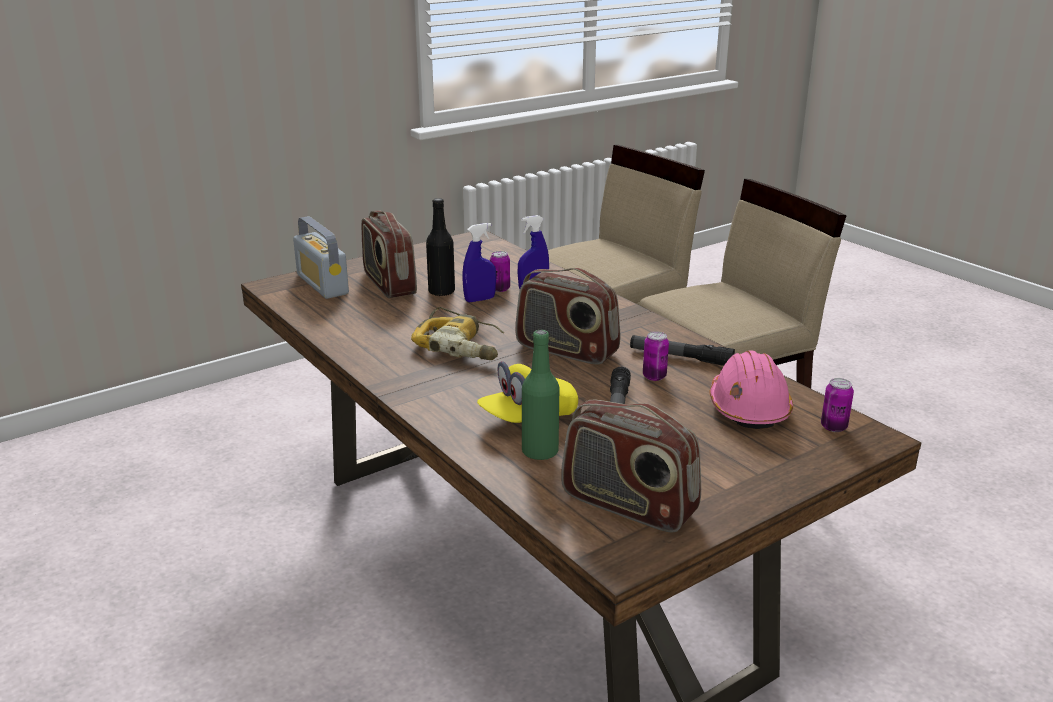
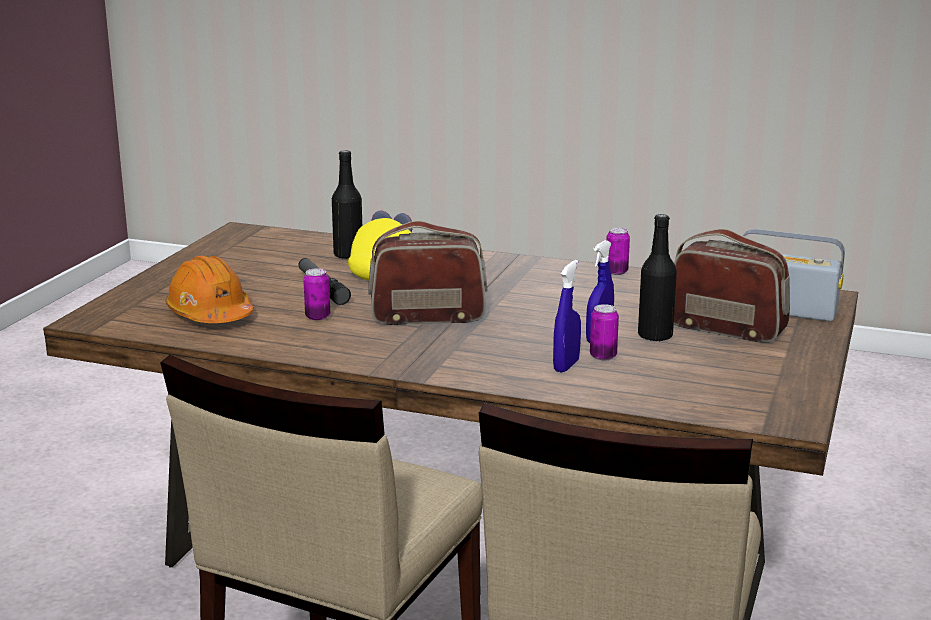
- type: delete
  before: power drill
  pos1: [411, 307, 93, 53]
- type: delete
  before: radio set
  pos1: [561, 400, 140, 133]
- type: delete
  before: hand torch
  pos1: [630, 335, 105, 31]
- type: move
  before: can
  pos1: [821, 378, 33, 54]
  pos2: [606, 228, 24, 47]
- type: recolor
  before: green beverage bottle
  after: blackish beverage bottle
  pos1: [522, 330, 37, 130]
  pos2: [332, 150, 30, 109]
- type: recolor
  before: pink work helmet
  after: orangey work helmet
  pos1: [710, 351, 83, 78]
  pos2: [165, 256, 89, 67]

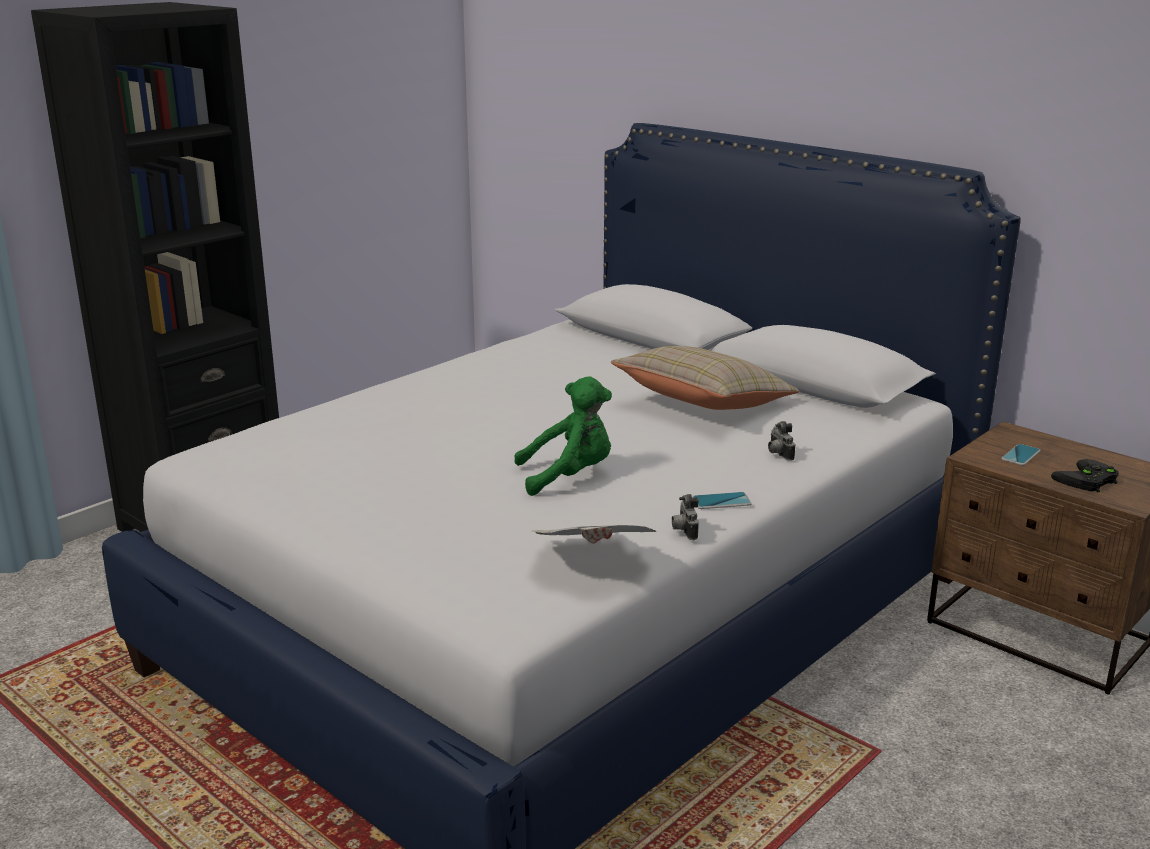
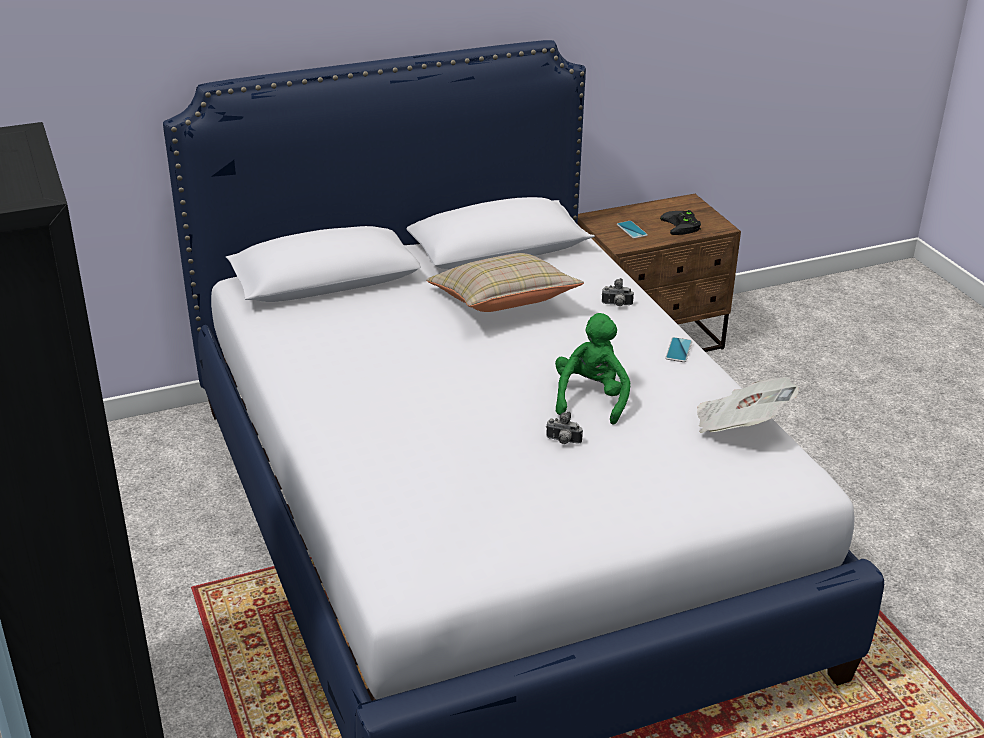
- type: move
  before: still camera
  pos1: [672, 494, 27, 46]
  pos2: [546, 412, 37, 32]

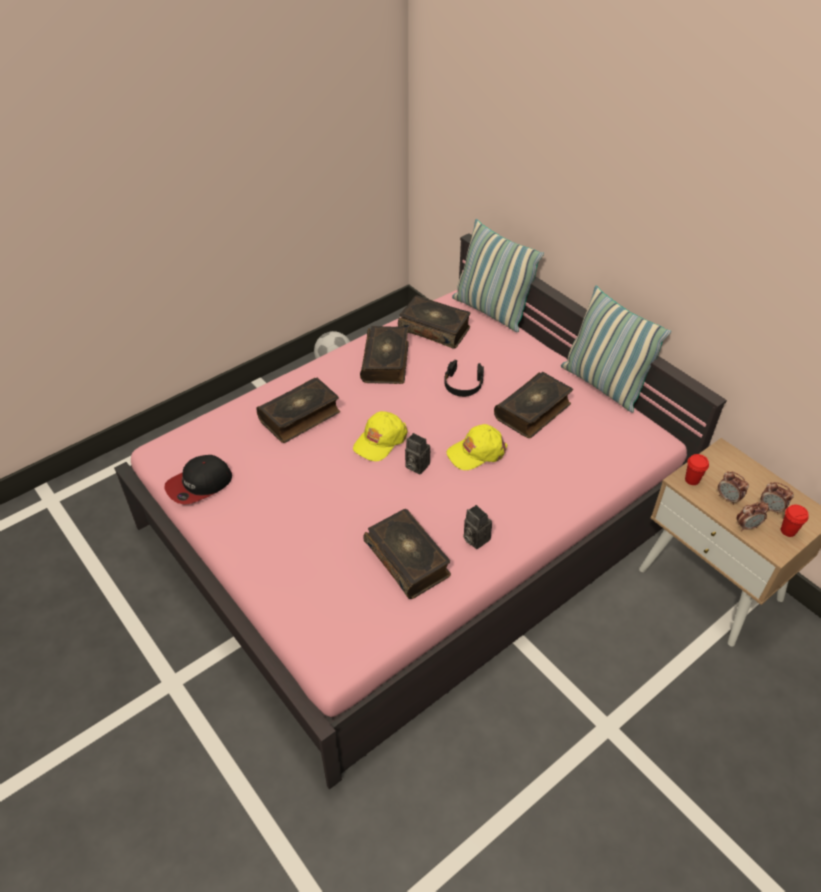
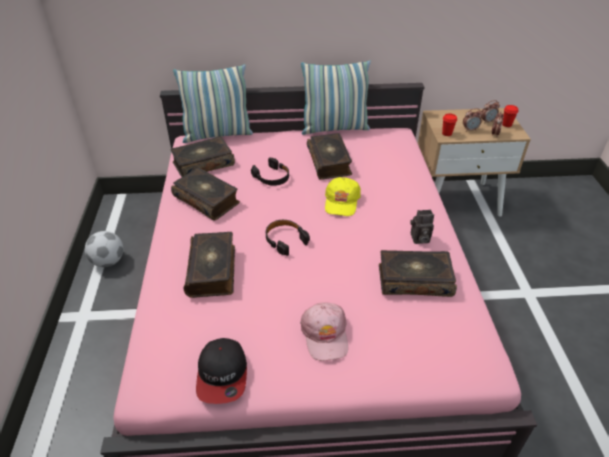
- type: delete
  before: still camera
  pos1: [405, 433, 25, 41]
- type: insert
  after: pink baseball cap
  pos2: [300, 302, 48, 59]
- type: replace
  before: yellow baseball cap
  after: blackish pair of headphones
  pos1: [353, 411, 55, 50]
  pos2: [266, 220, 44, 36]

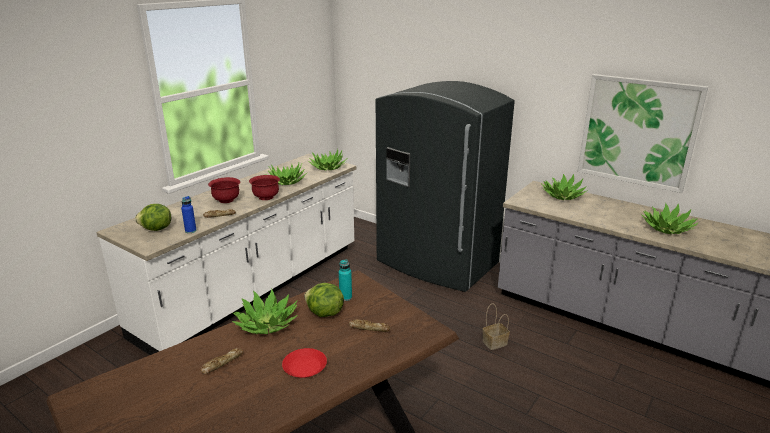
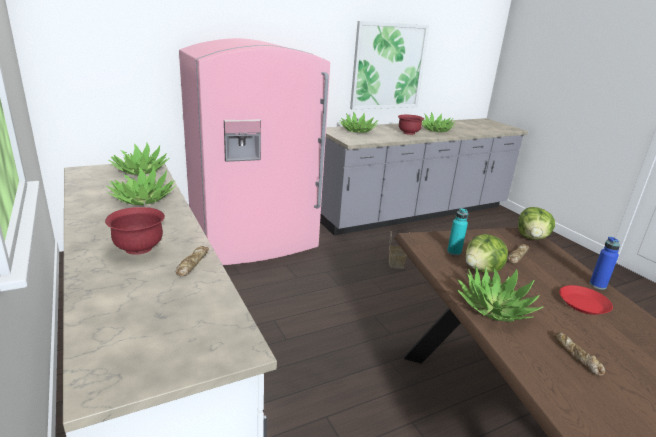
- type: move
  before: head of lettuce
  pos1: [135, 204, 36, 27]
  pos2: [518, 207, 37, 33]
- type: move
  before: bluish beverage bottle
  pos1: [181, 196, 15, 37]
  pos2: [590, 237, 30, 53]
- type: move
  before: red-coloured deep dish
  pos1: [249, 175, 31, 25]
  pos2: [398, 115, 26, 20]
- type: recolor
  before: greyish fridge
  after: pink fridge
  pos1: [376, 81, 139, 211]
  pos2: [179, 38, 151, 227]

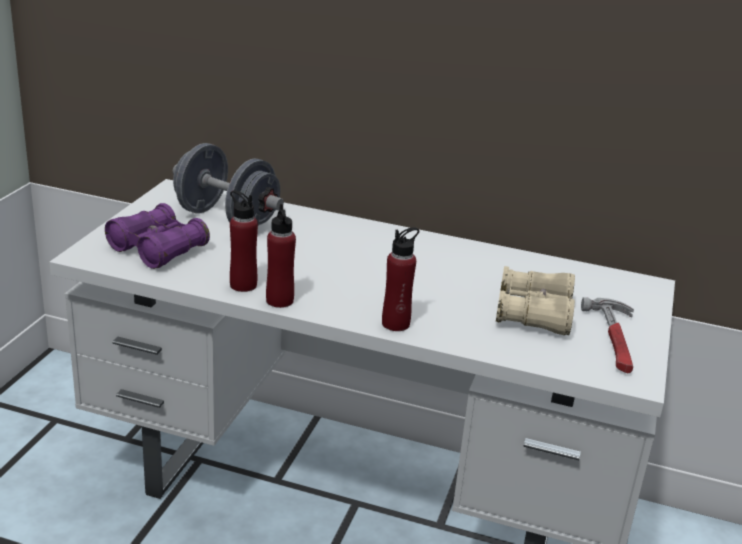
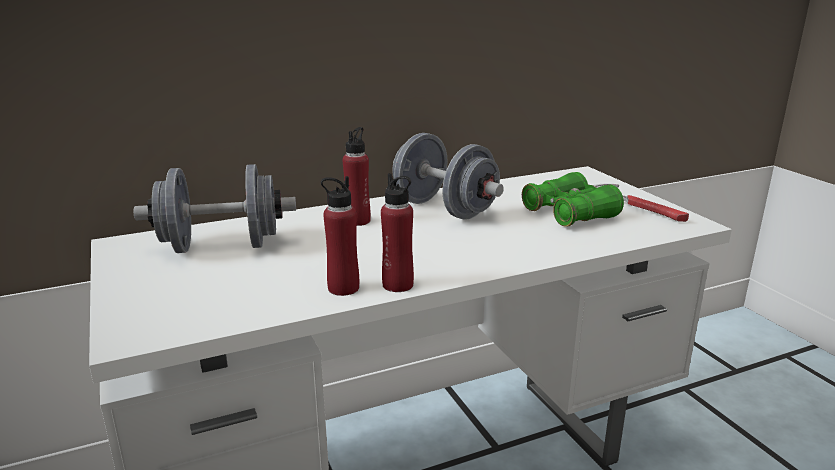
- type: delete
  before: purplish field glasses
  pos1: [105, 203, 105, 66]
- type: insert
  after: greyish hand weight
  pos2: [392, 133, 112, 87]
- type: move
  before: red-coloured beverage bottle
  pos1: [382, 227, 37, 104]
  pos2: [343, 127, 28, 99]
- type: recolor
  before: beige-coloured field glasses
  after: green field glasses
  pos1: [496, 266, 79, 70]
  pos2: [522, 172, 102, 55]

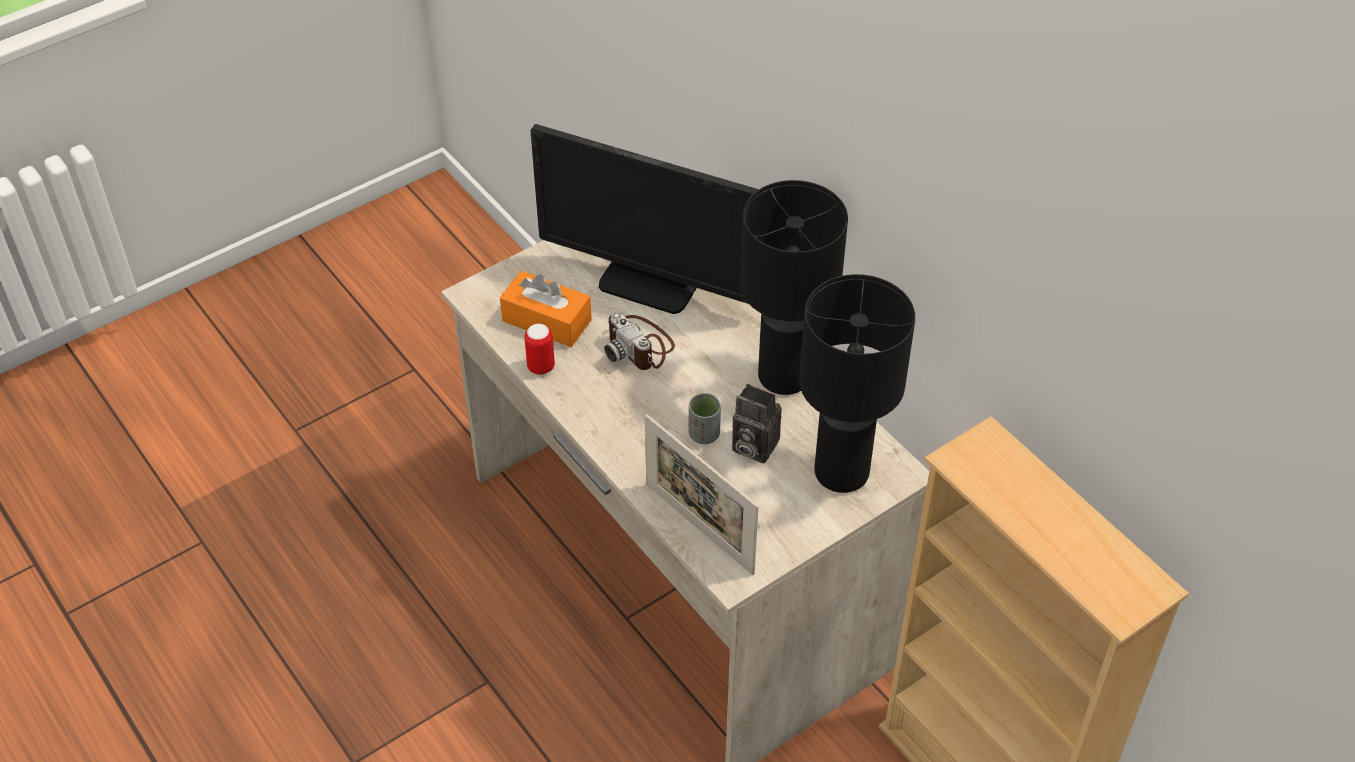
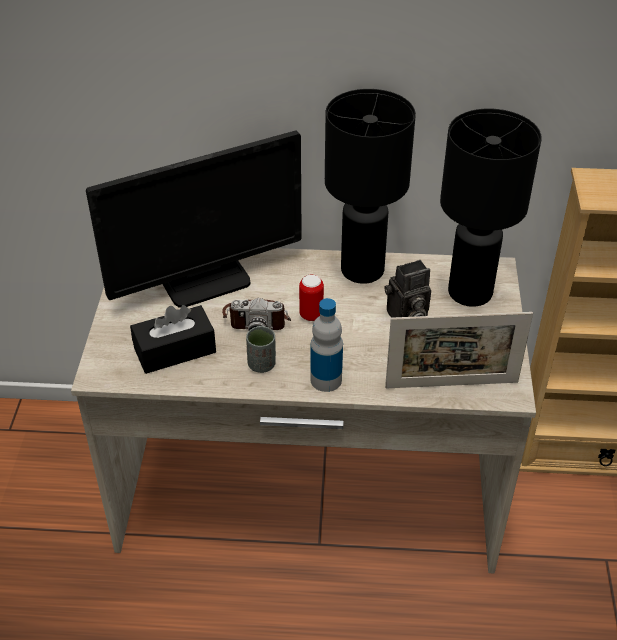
- type: insert
  after: beverage bottle
  pos2: [310, 298, 33, 94]
- type: move
  before: can
  pos1: [524, 324, 31, 51]
  pos2: [299, 275, 25, 46]
- type: move
  before: greyish small cup
  pos1: [689, 393, 32, 51]
  pos2: [246, 326, 30, 47]
- type: recolor
  before: orangey box of tissues
  after: blackish box of tissues
  pos1: [500, 271, 92, 76]
  pos2: [130, 305, 86, 69]

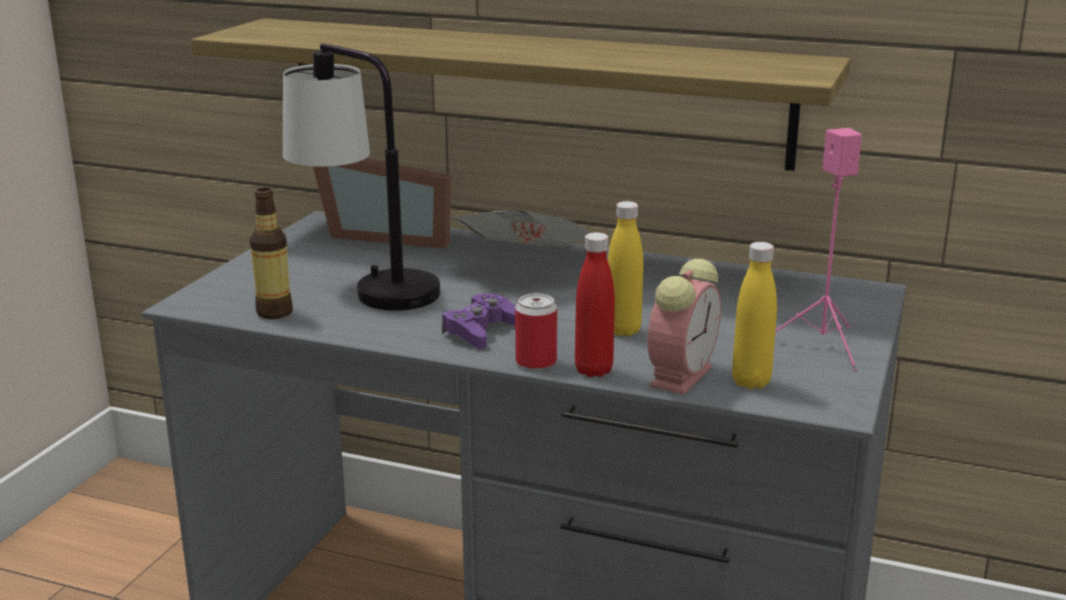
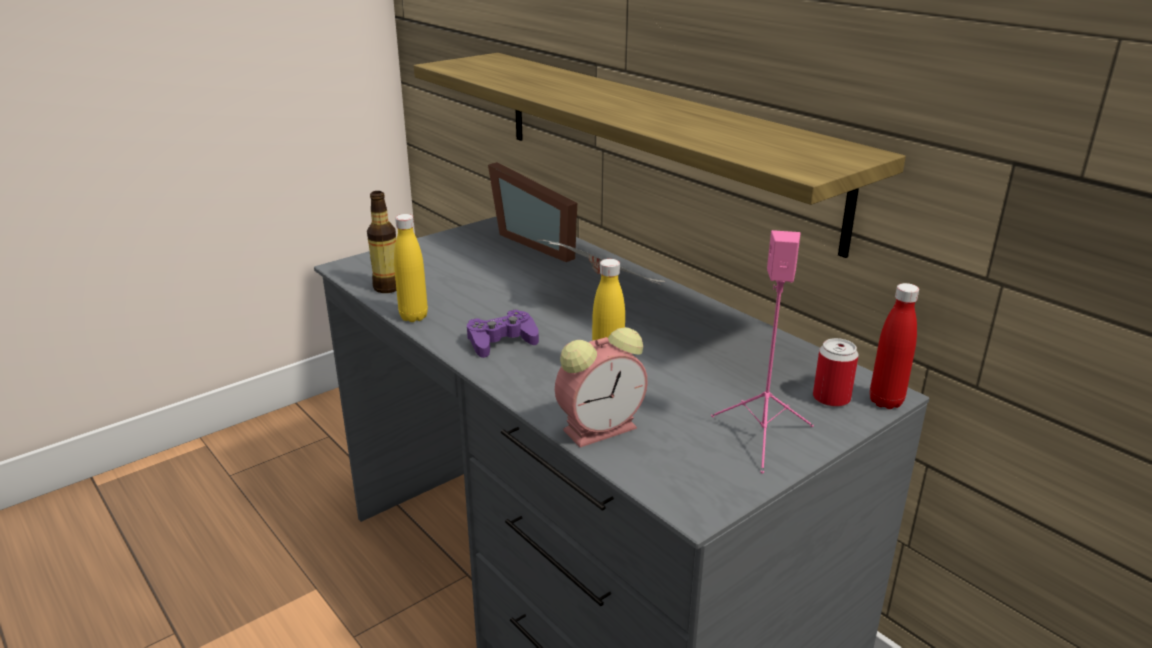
- type: delete
  before: lamp for a table
  pos1: [283, 43, 157, 268]
- type: move
  before: can
  pos1: [515, 293, 42, 77]
  pos2: [813, 338, 46, 69]
- type: move
  before: red-coloured beverage bottle
  pos1: [575, 232, 40, 145]
  pos2: [870, 283, 49, 126]
- type: move
  before: yellow beverage bottle
  pos1: [732, 242, 45, 147]
  pos2: [394, 214, 34, 108]

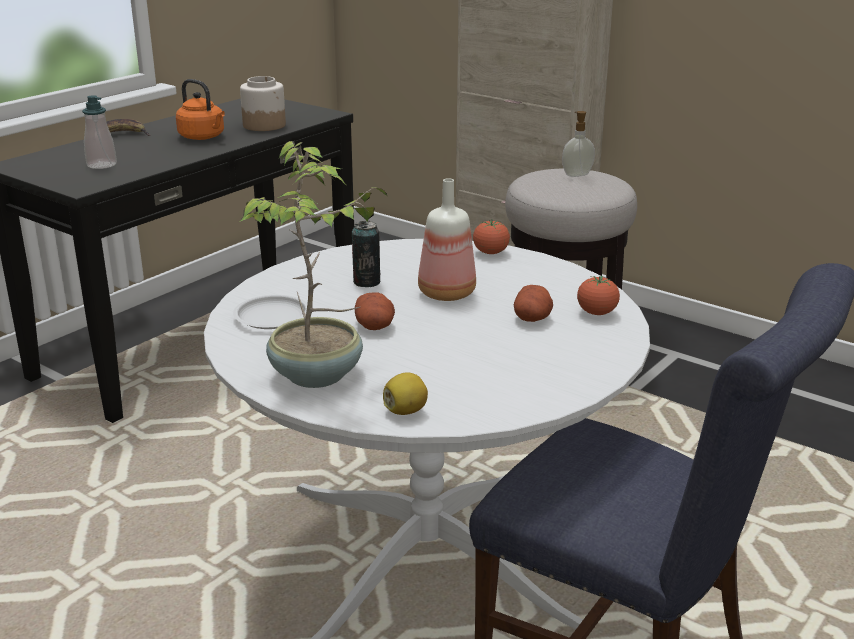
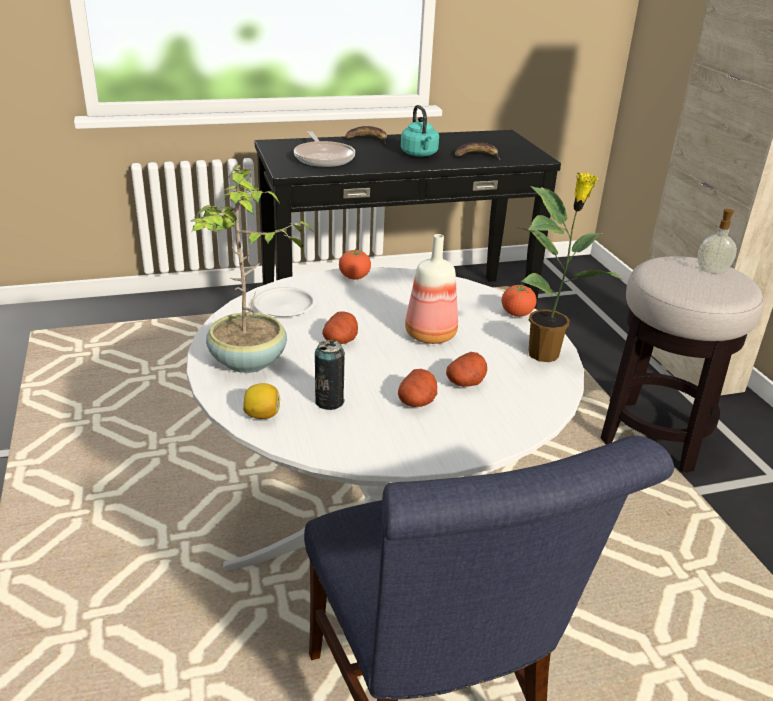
- type: insert
  after: whole potato
  pos2: [398, 369, 39, 38]
- type: insert
  after: plant in a pot
  pos2: [518, 173, 103, 189]
- type: move
  before: can
  pos1: [352, 221, 29, 66]
  pos2: [315, 340, 30, 70]
- type: move
  before: tomato
  pos1: [577, 276, 43, 39]
  pos2: [339, 249, 32, 30]
- type: replace
  before: liquid soap bottle
  after: pan
  pos1: [82, 95, 35, 74]
  pos2: [294, 131, 61, 36]
- type: replace
  before: jar
  after: banana fruit
  pos1: [240, 76, 46, 55]
  pos2: [455, 142, 46, 18]
- type: recolor
  before: orangey kettle
  after: blue-green kettle
  pos1: [176, 79, 49, 61]
  pos2: [401, 105, 38, 52]

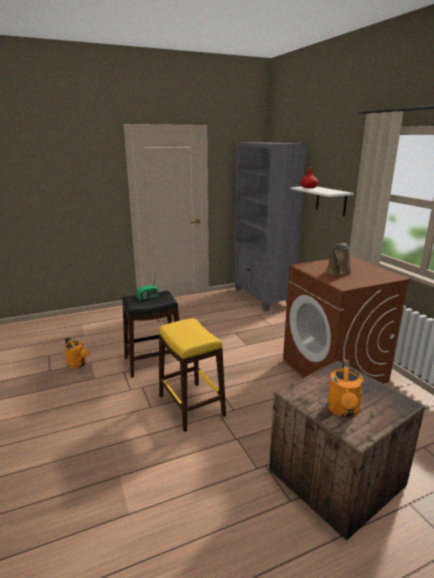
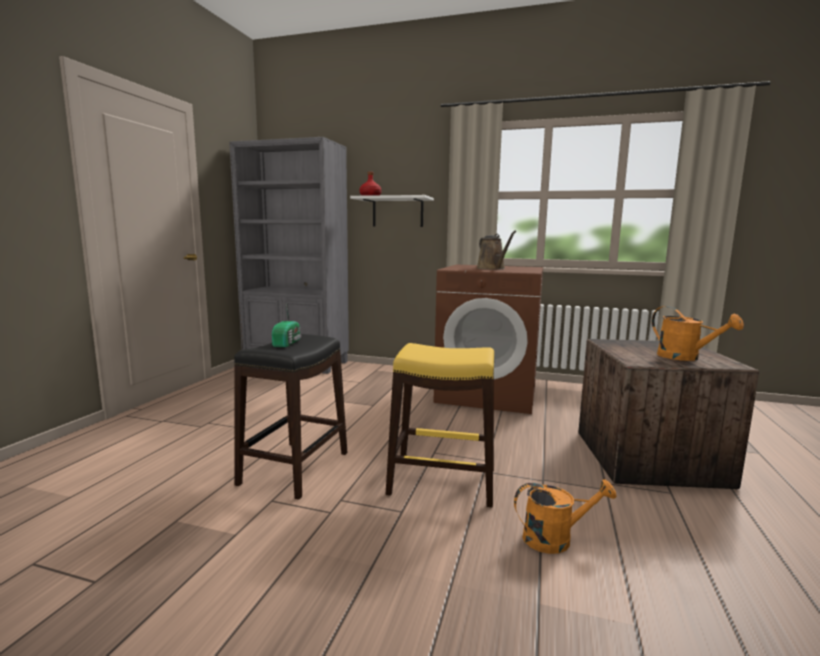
- type: move
  before: orangey watering can
  pos1: [64, 337, 26, 31]
  pos2: [514, 479, 103, 75]

